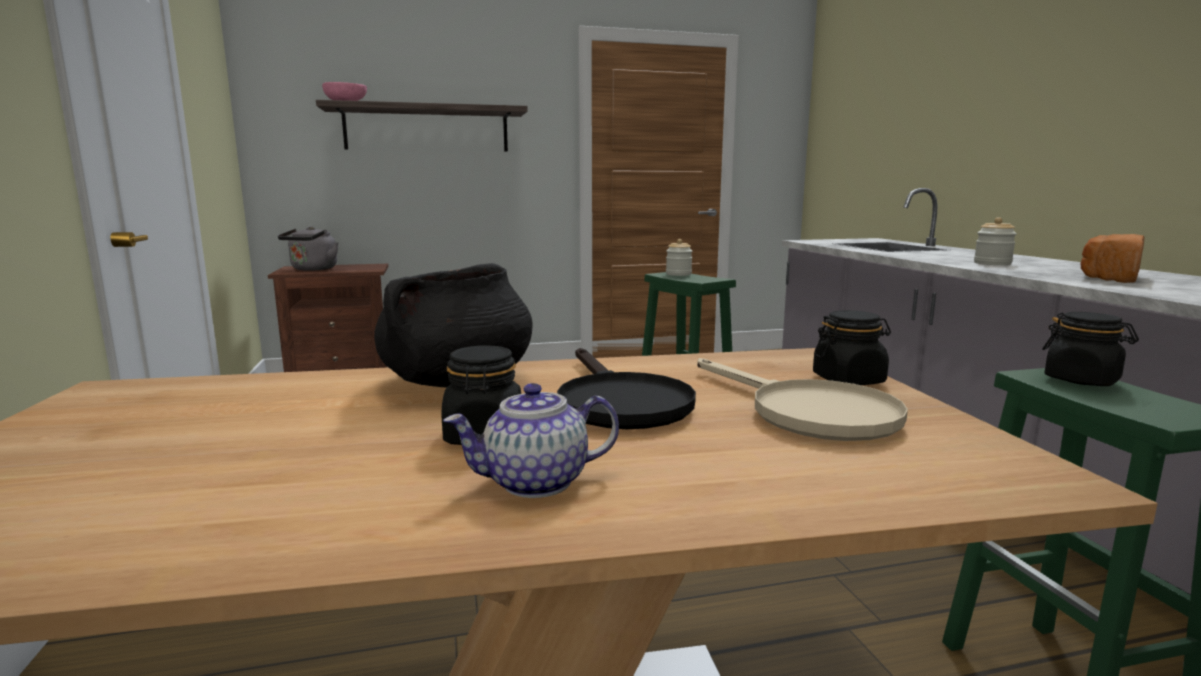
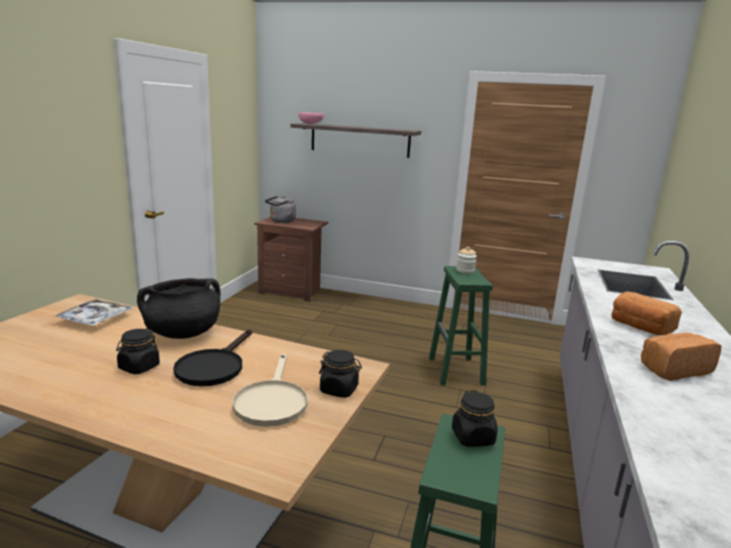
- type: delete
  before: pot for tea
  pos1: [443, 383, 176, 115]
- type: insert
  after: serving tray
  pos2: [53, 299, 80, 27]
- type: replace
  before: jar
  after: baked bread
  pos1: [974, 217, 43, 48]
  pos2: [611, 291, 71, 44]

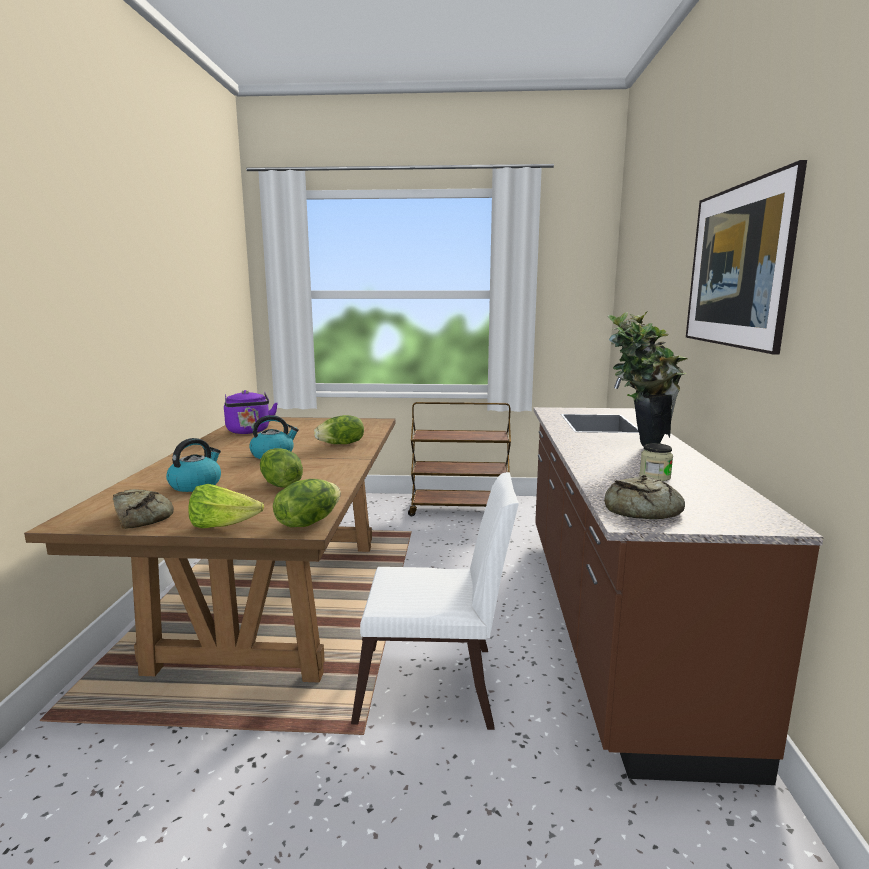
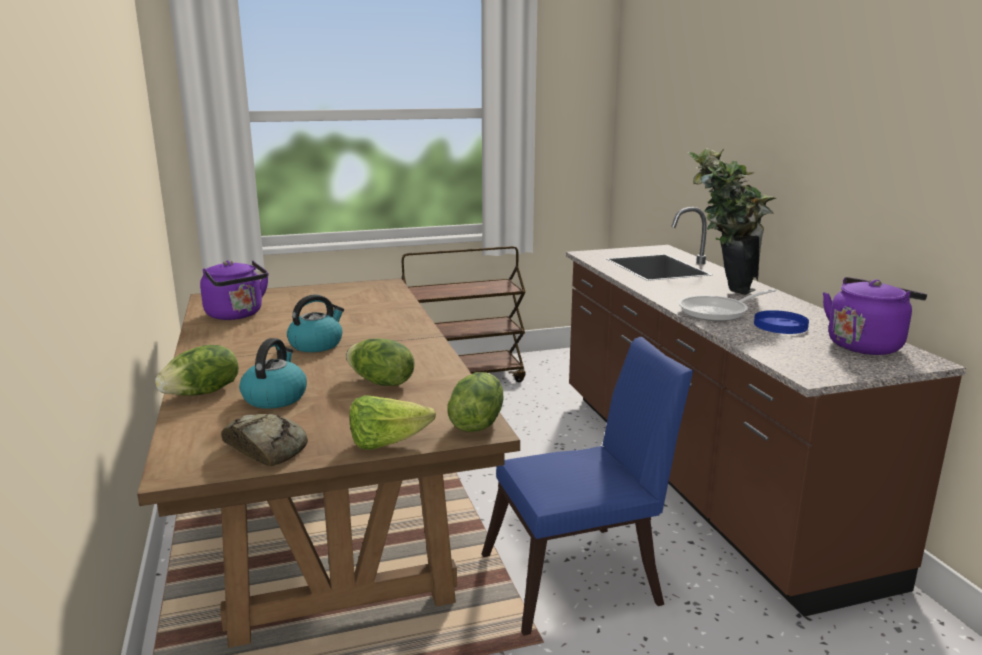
- type: delete
  before: baked bread
  pos1: [604, 475, 81, 44]
- type: delete
  before: wall art
  pos1: [686, 160, 121, 194]
- type: insert
  after: pan
  pos2: [678, 289, 98, 32]
- type: insert
  after: purplish kettle
  pos2: [823, 277, 104, 78]
- type: move
  before: head of lettuce
  pos1: [314, 415, 50, 29]
  pos2: [155, 345, 84, 51]
- type: replace
  before: jar
  after: bluish flat dish
  pos1: [640, 443, 33, 38]
  pos2: [754, 310, 55, 24]
- type: recolor
  before: white-coloured plain chair
  after: bluish plain chair
  pos1: [351, 472, 168, 258]
  pos2: [482, 337, 211, 299]

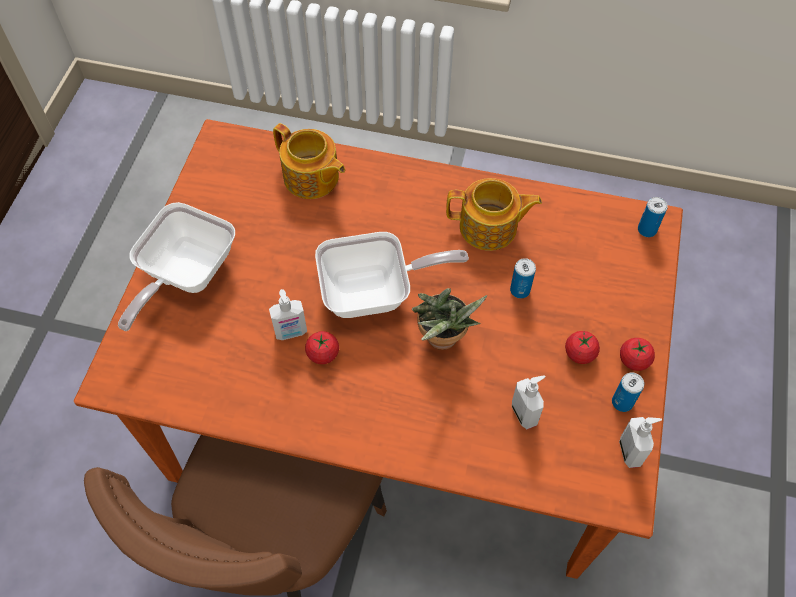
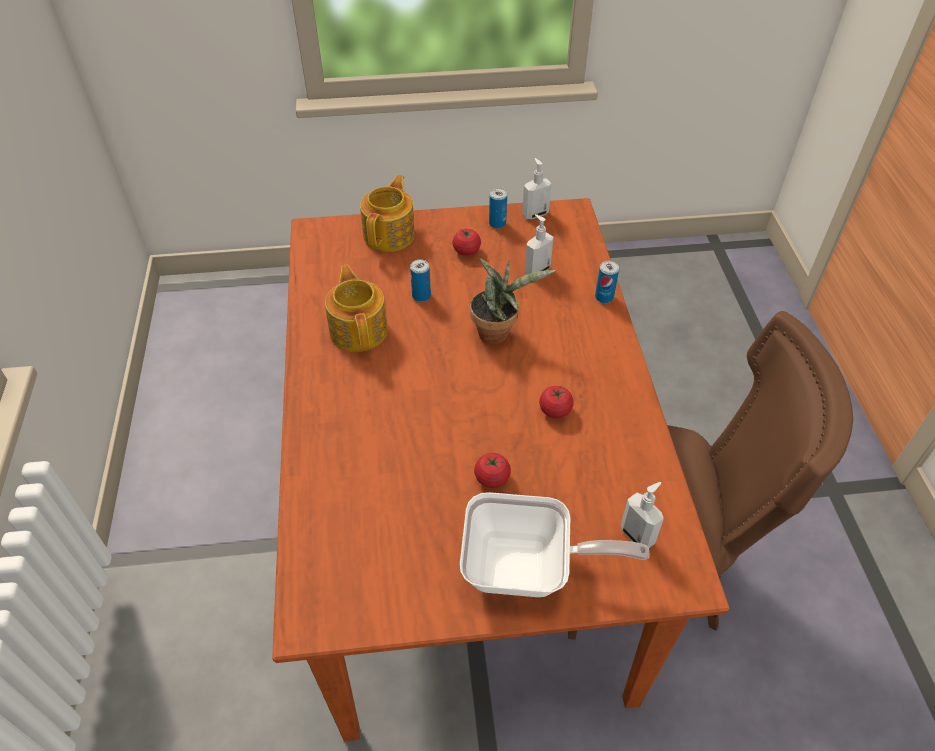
- type: delete
  before: pan
  pos1: [315, 232, 154, 86]
- type: move
  before: liquid soap bottle
  pos1: [269, 289, 38, 51]
  pos2: [621, 482, 43, 66]
- type: move
  before: pot for tea
  pos1: [273, 123, 72, 76]
  pos2: [360, 175, 55, 77]
- type: move
  before: tomato
  pos1: [620, 338, 35, 33]
  pos2: [474, 453, 37, 35]
- type: move
  before: can
  pos1: [638, 197, 30, 40]
  pos2: [595, 261, 24, 42]

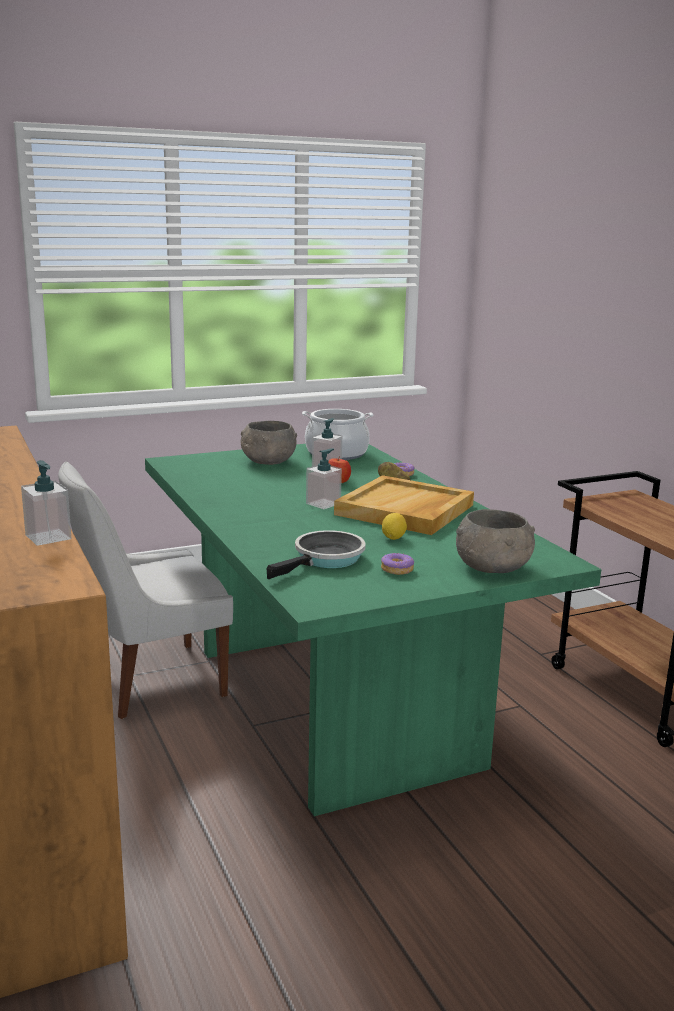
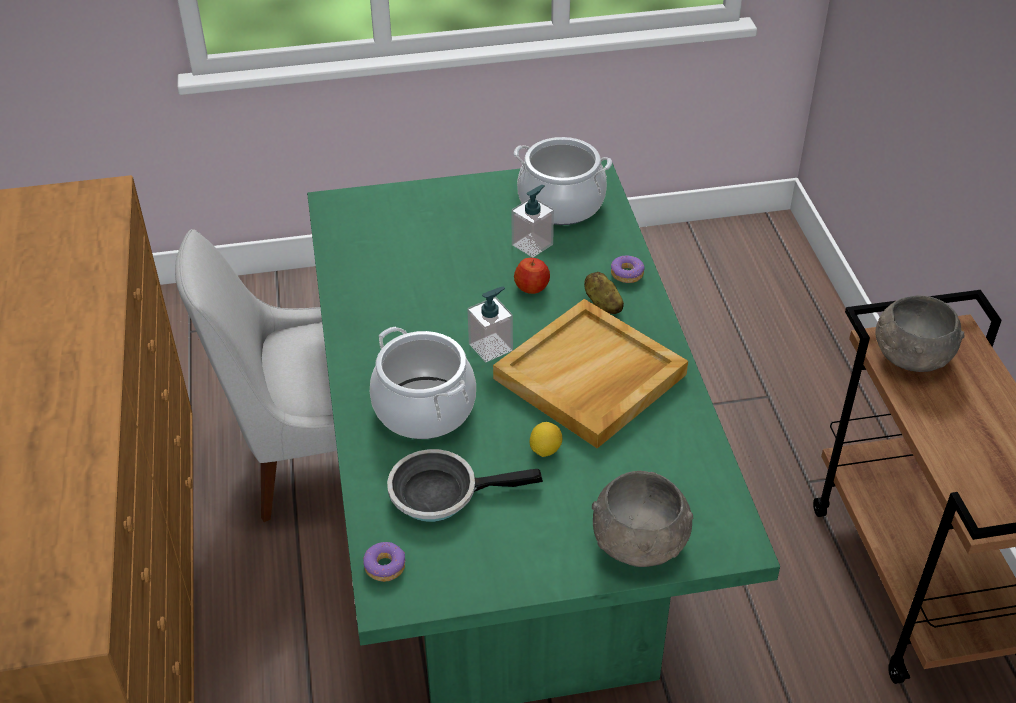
- type: delete
  before: liquid soap bottle
  pos1: [21, 460, 50, 86]
- type: insert
  after: saucepot
  pos2: [370, 326, 106, 113]
- type: move
  before: greyish deep dish
  pos1: [241, 421, 56, 44]
  pos2: [875, 295, 89, 77]
- type: move
  before: donut
  pos1: [381, 553, 33, 22]
  pos2: [363, 542, 42, 40]
- type: rotate
  before: pan
  pos1: [267, 530, 99, 49]
  pos2: [387, 449, 156, 73]
  turn: -150

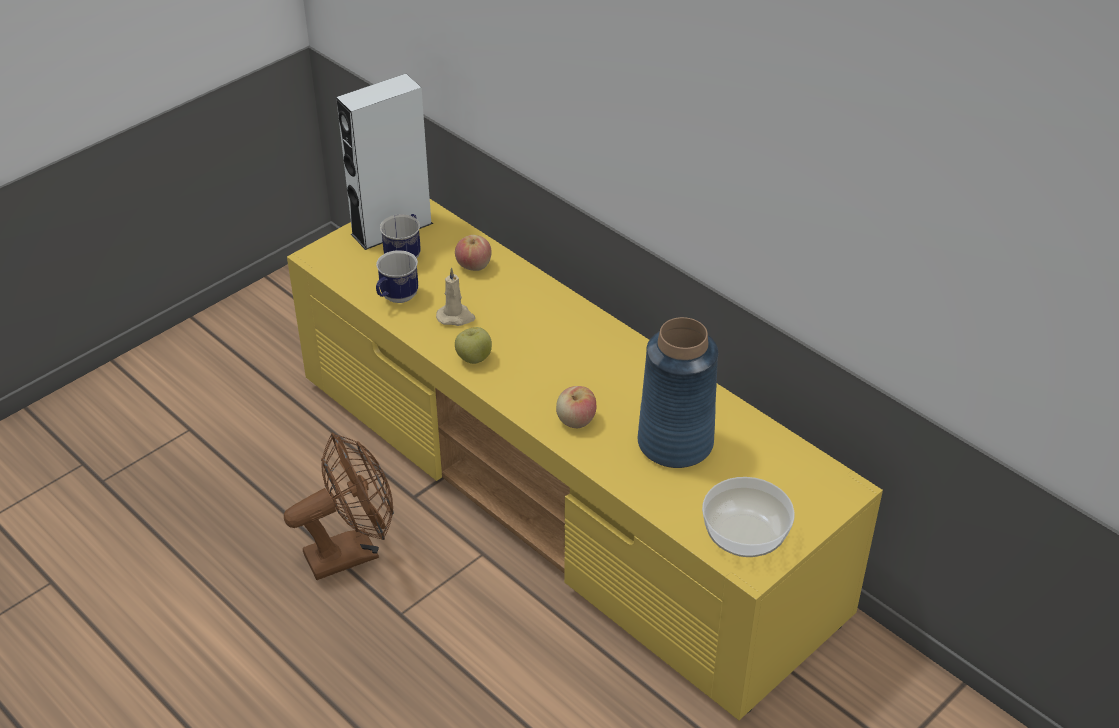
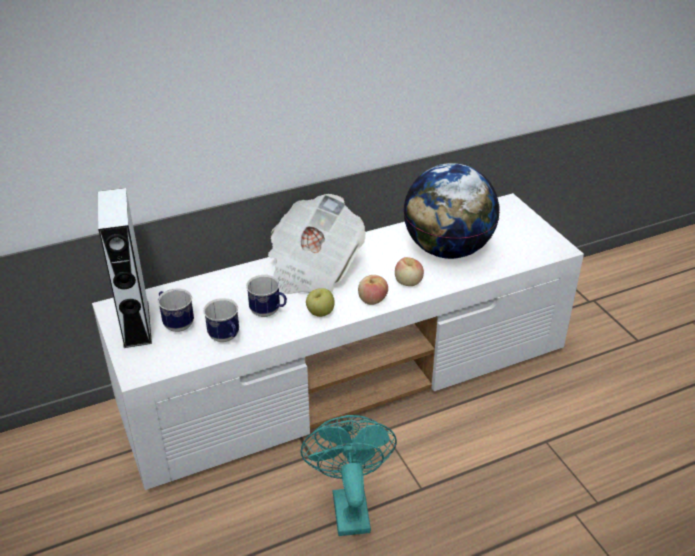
- type: delete
  before: deep dish
  pos1: [702, 477, 93, 80]
- type: insert
  after: newspaper
  pos2: [268, 194, 98, 100]
- type: move
  before: apple fruit
  pos1: [455, 235, 37, 36]
  pos2: [358, 275, 30, 30]
- type: replace
  before: beige-coloured wax light
  after: mug
  pos1: [436, 267, 40, 59]
  pos2: [246, 275, 41, 42]
- type: replace
  before: bluish flower vase
  after: desk globe
  pos1: [638, 317, 80, 151]
  pos2: [403, 163, 97, 96]
- type: recolor
  before: brown-coloured cooling fan
  after: blue-green cooling fan
  pos1: [284, 433, 110, 147]
  pos2: [300, 415, 97, 121]
- type: recolor
  before: yellow media console
  after: white-coloured media console
  pos1: [287, 199, 596, 521]
  pos2: [92, 193, 492, 297]

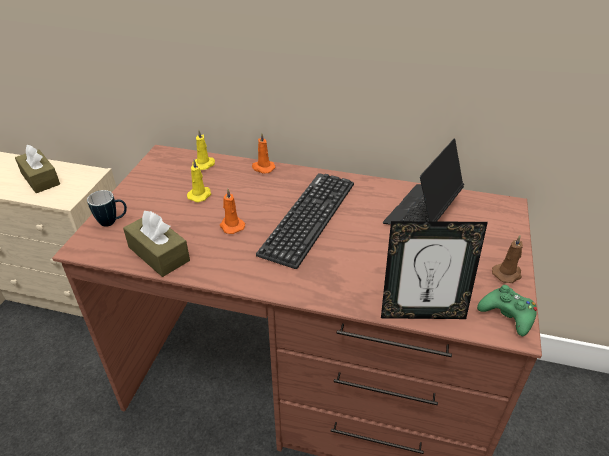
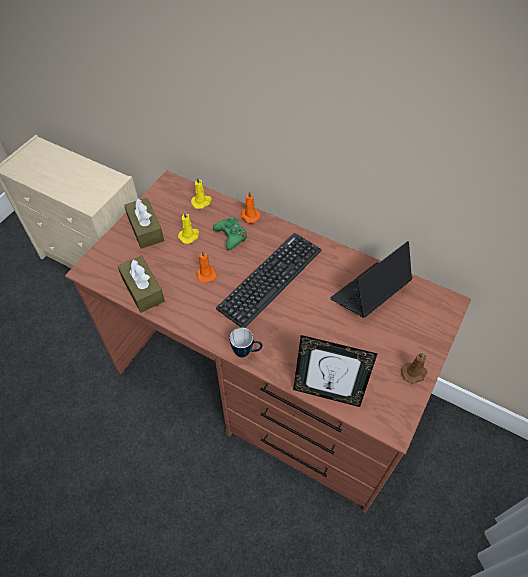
- type: move
  before: brown-coloured box of tissues
  pos1: [15, 145, 45, 48]
  pos2: [124, 198, 40, 51]
- type: move
  before: mug
  pos1: [87, 190, 40, 37]
  pos2: [230, 328, 33, 29]
- type: move
  before: green joypad
  pos1: [477, 285, 60, 51]
  pos2: [213, 216, 34, 34]

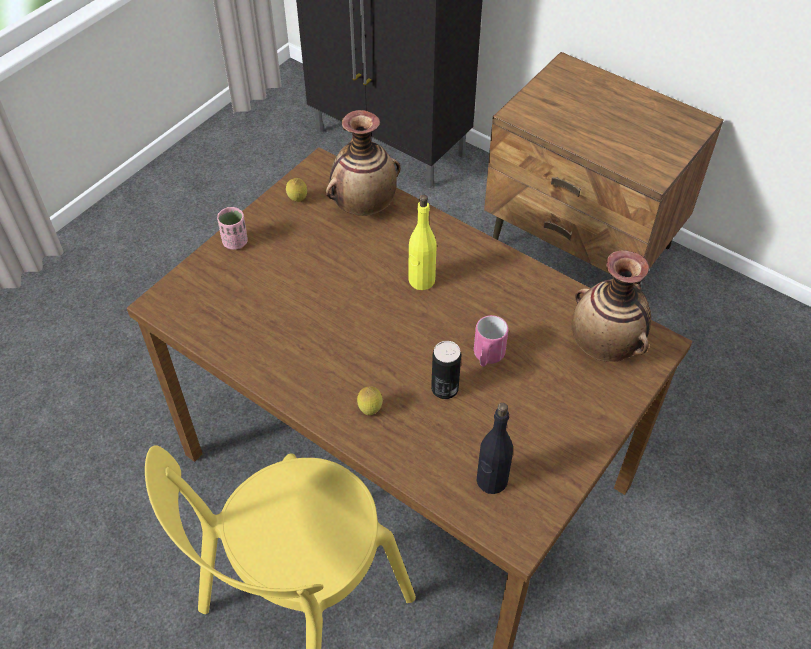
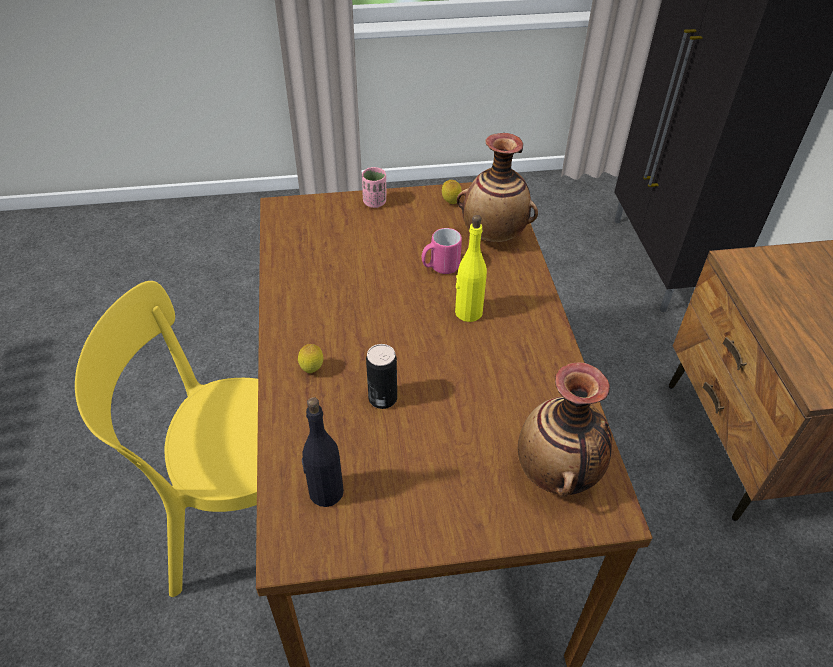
- type: move
  before: pink mug
  pos1: [474, 315, 34, 52]
  pos2: [422, 228, 40, 46]

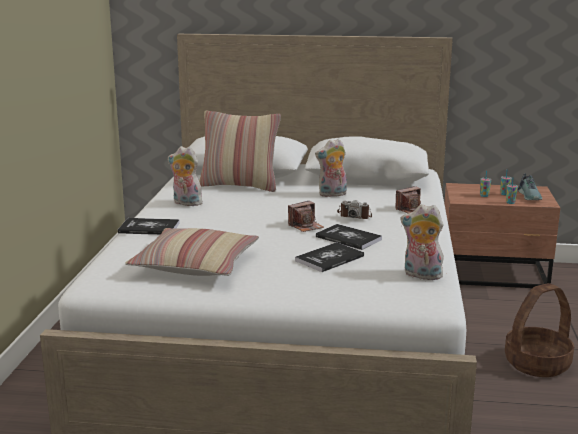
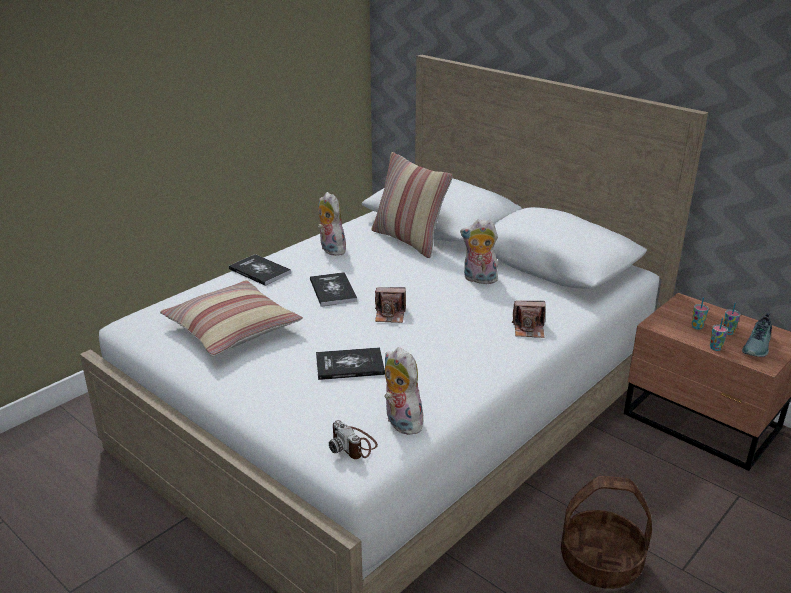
- type: move
  before: volume
  pos1: [316, 224, 66, 26]
  pos2: [310, 272, 47, 35]
- type: move
  before: still camera
  pos1: [337, 200, 35, 19]
  pos2: [329, 420, 49, 39]

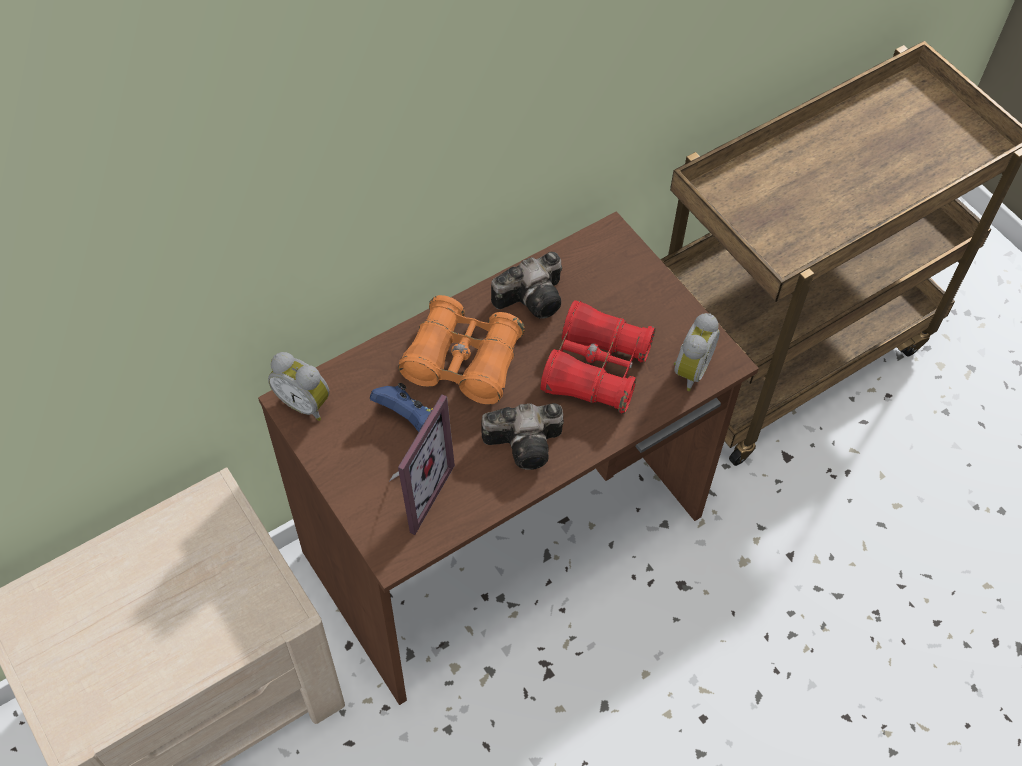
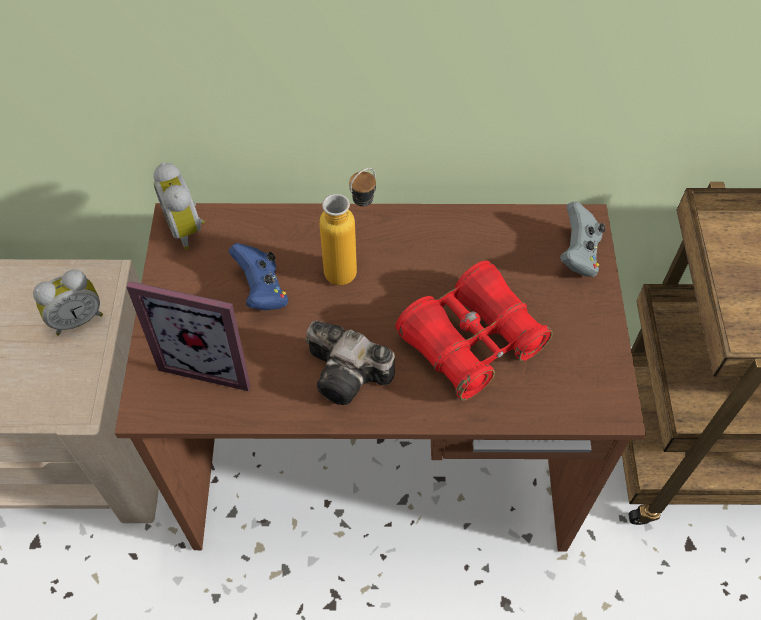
- type: delete
  before: still camera
  pos1: [491, 252, 71, 67]
- type: insert
  after: greyish joypad
  pos2: [560, 201, 45, 76]
- type: move
  before: table clock
  pos1: [674, 313, 46, 78]
  pos2: [33, 270, 70, 66]
- type: replace
  before: orangey field glasses
  after: beverage bottle
  pos1: [398, 295, 127, 109]
  pos2: [319, 168, 57, 117]
- type: rotate
  before: picture frame
  pos1: [389, 394, 66, 141]
  pos2: [126, 281, 125, 110]
  turn: 45

